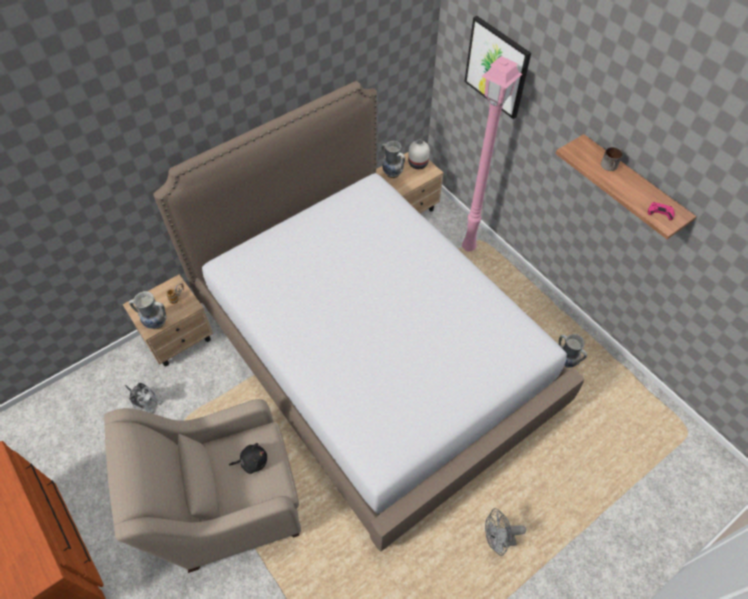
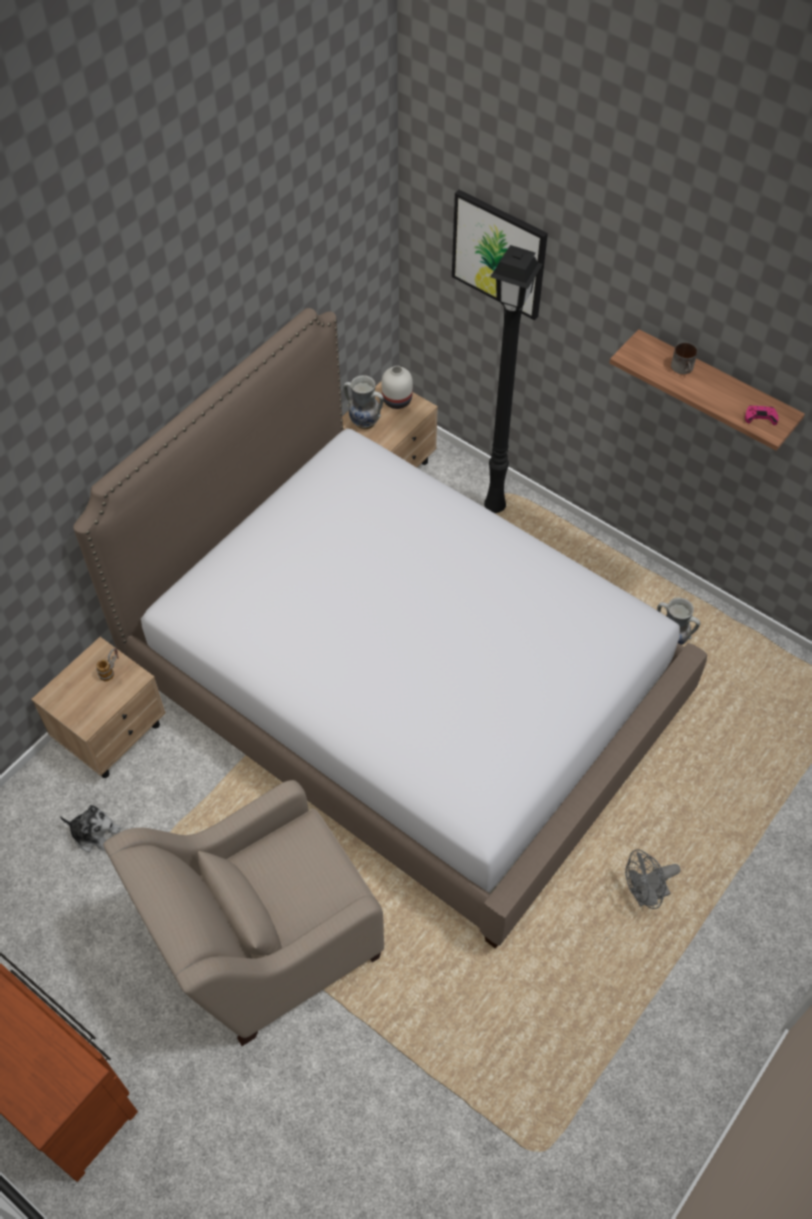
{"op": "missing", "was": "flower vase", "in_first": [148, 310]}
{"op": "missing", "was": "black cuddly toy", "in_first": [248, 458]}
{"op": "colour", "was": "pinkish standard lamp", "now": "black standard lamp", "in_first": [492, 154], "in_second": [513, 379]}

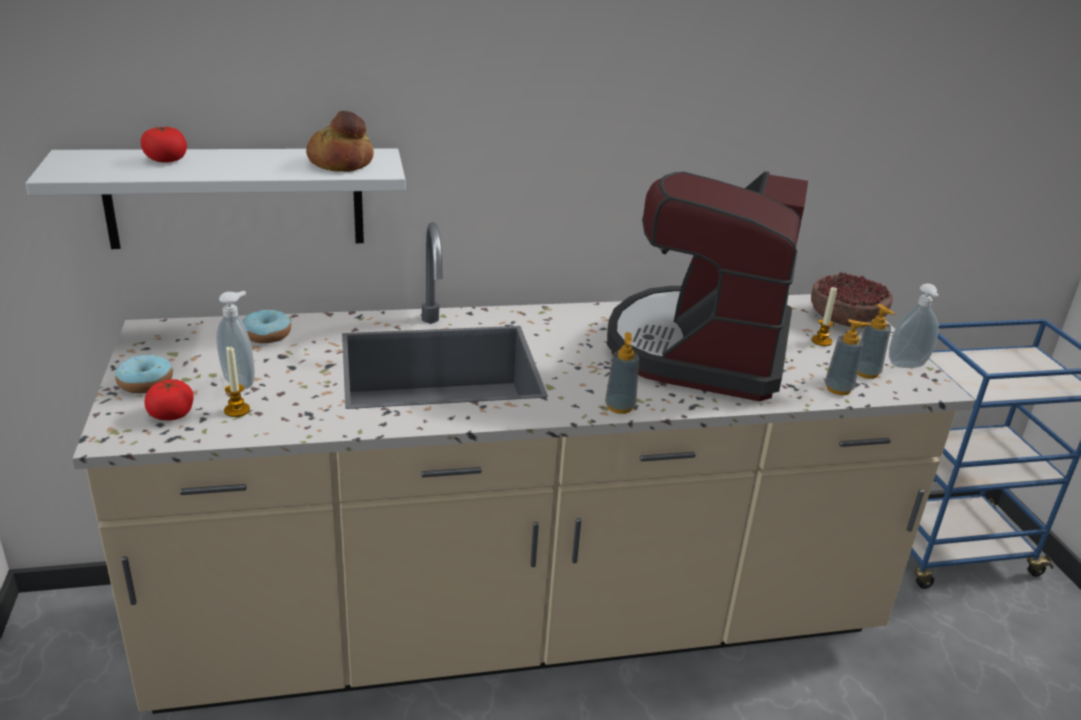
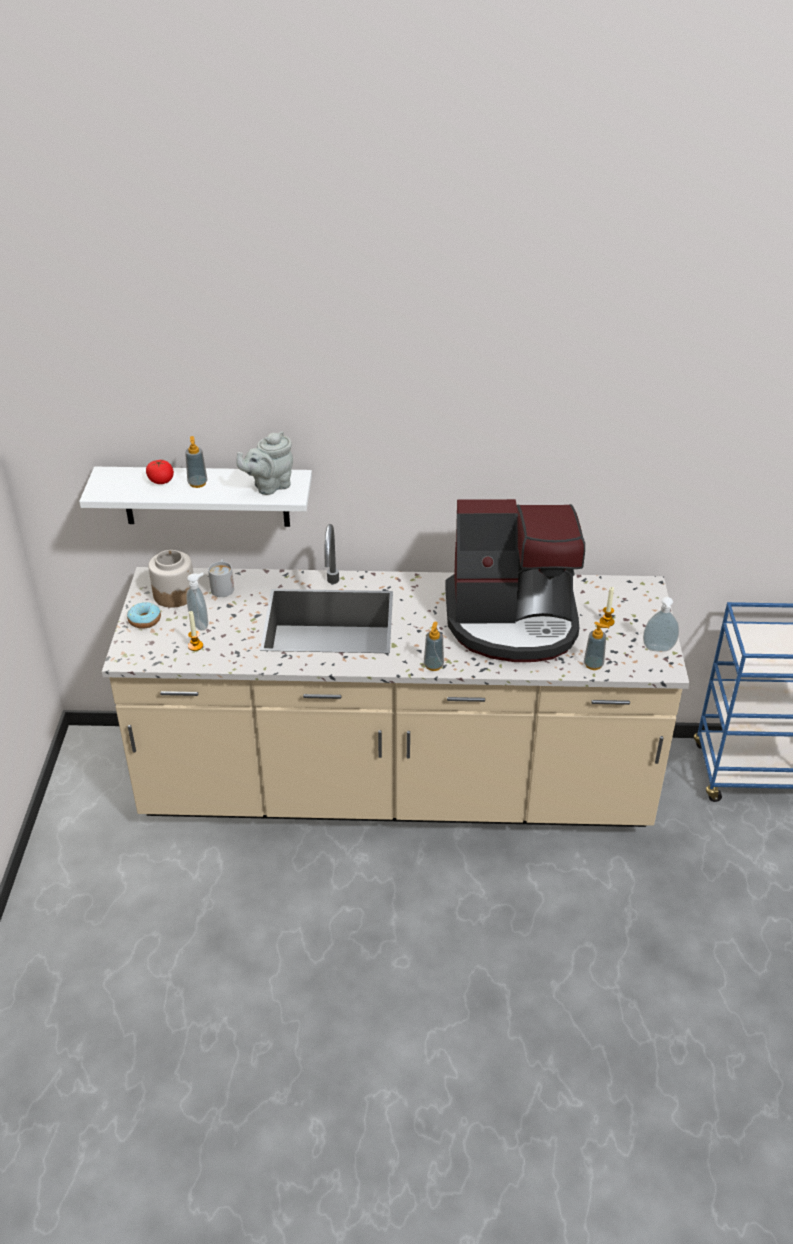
{"op": "missing", "was": "whole tomato", "in_first": [169, 399]}
{"op": "missing", "was": "deep dish", "in_first": [852, 299]}
{"op": "appeared", "now": "storage jar", "in_second": [170, 579]}
{"op": "relocated", "was": "soap dispenser", "in_first": [876, 341], "in_second": [196, 462]}
{"op": "exchanged", "was": "doughnut", "now": "white-coloured tea mug", "in_first": [266, 326], "in_second": [221, 578]}
{"op": "exchanged", "was": "bread", "now": "grey tea pot", "in_first": [340, 141], "in_second": [264, 463]}
{"op": "spun", "was": "coffee machine", "in_first": [707, 286], "in_second": [515, 580], "clockwise": -120}

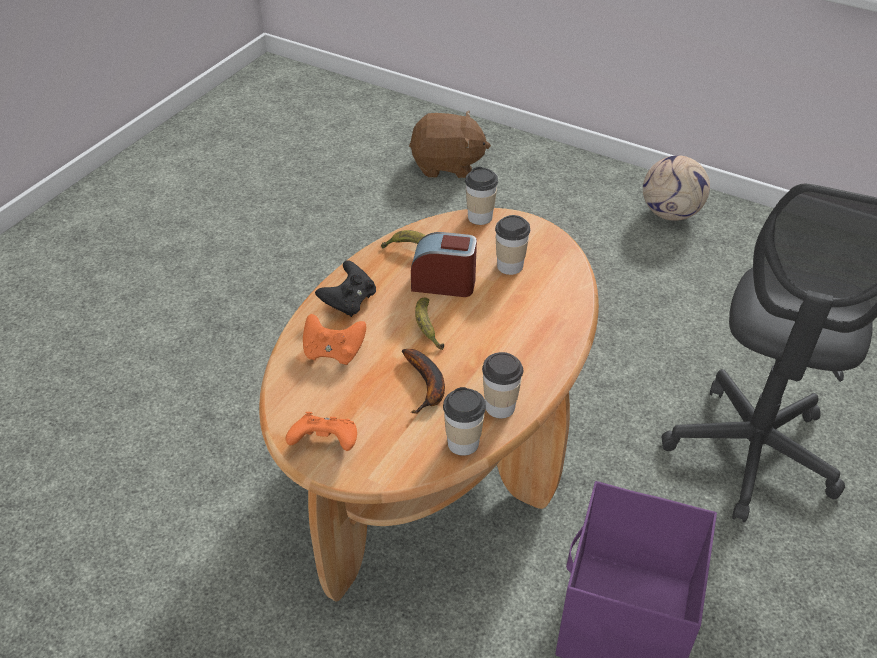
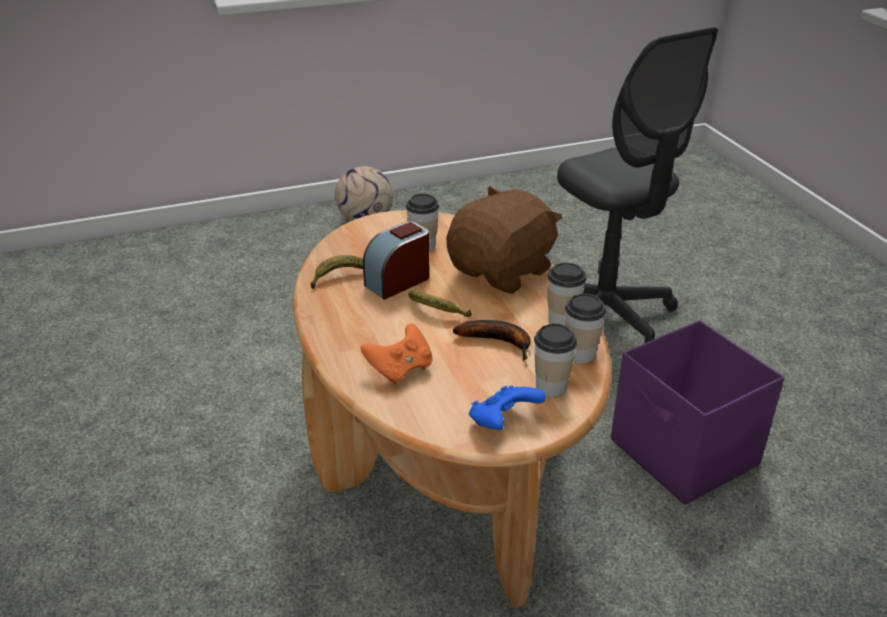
{"op": "missing", "was": "black game controller", "in_first": [345, 288]}
{"op": "relocated", "was": "brown cuddly toy", "in_first": [450, 144], "in_second": [504, 240]}
{"op": "relocated", "was": "drinking cup", "in_first": [481, 196], "in_second": [555, 360]}
{"op": "colour", "was": "orangey game controller", "now": "blue game controller", "in_first": [321, 431], "in_second": [507, 407]}

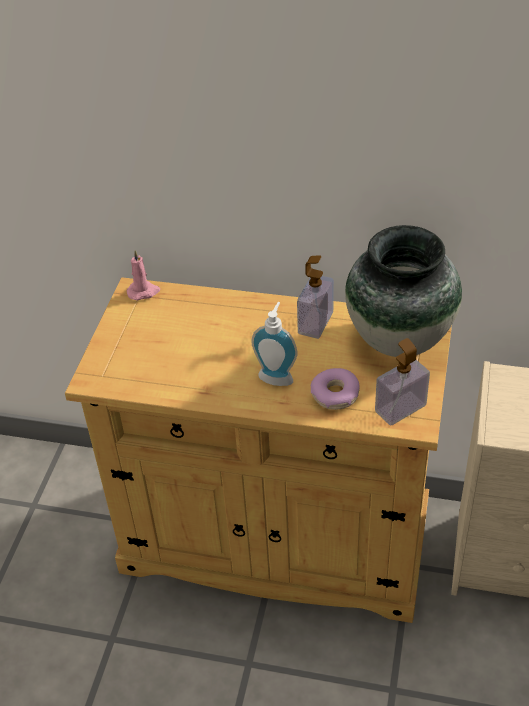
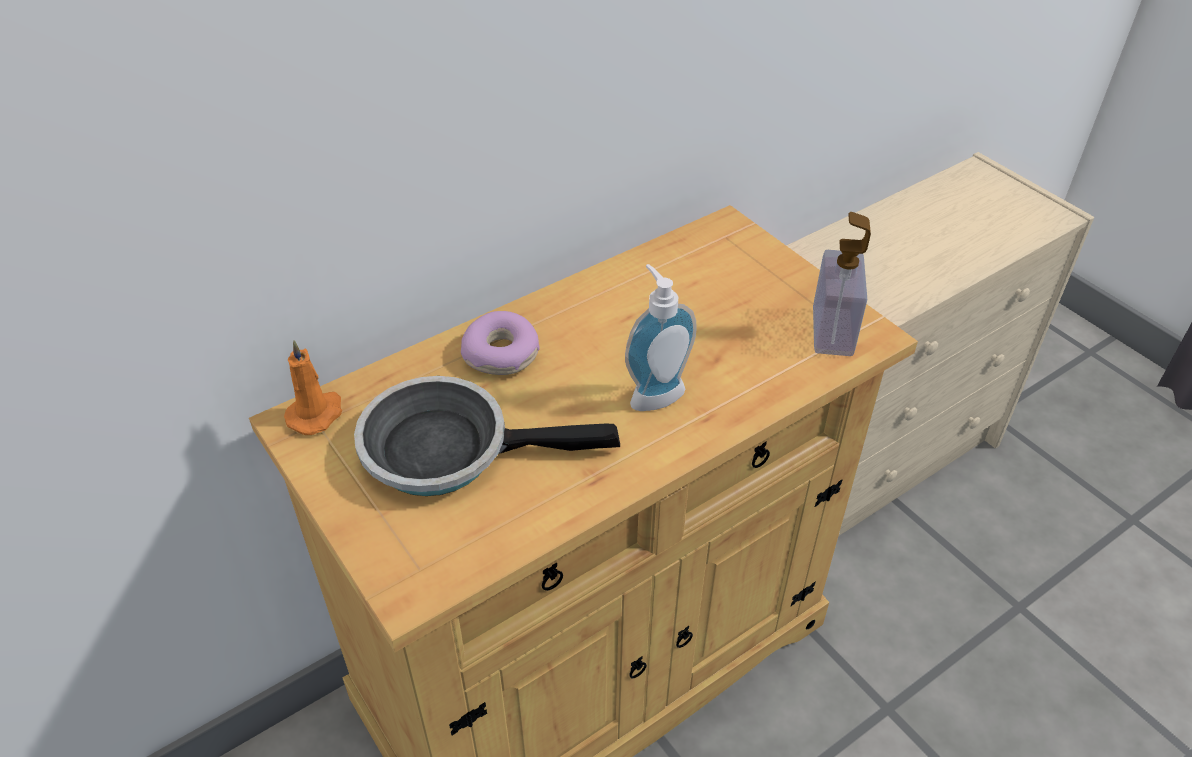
{"op": "missing", "was": "soap dispenser", "in_first": [315, 297]}
{"op": "missing", "was": "flower vase", "in_first": [403, 291]}
{"op": "appeared", "now": "frying pan", "in_second": [487, 436]}
{"op": "relocated", "was": "doughnut", "in_first": [335, 389], "in_second": [500, 343]}
{"op": "colour", "was": "pinkish wax light", "now": "orangey wax light", "in_first": [143, 275], "in_second": [313, 387]}

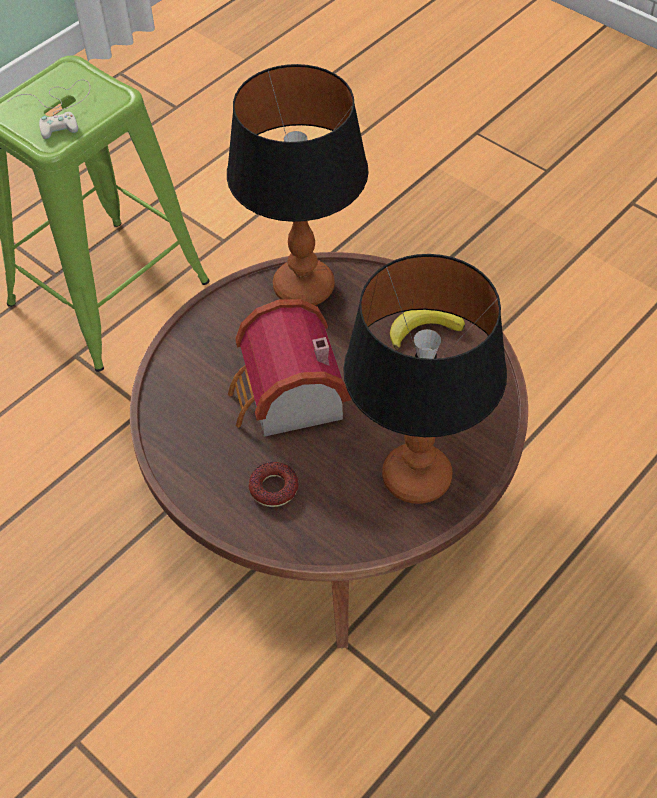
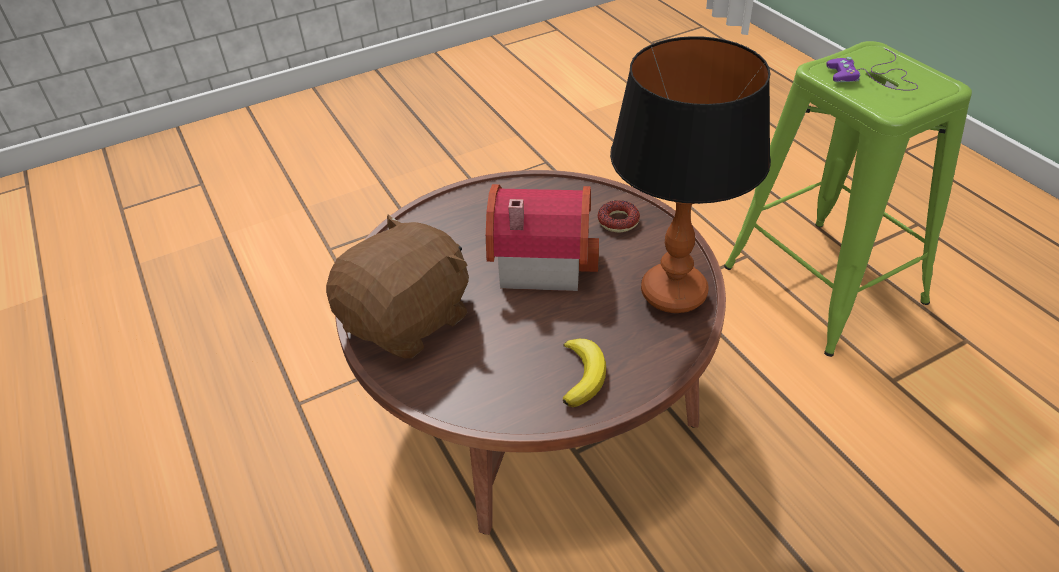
{"op": "relocated", "was": "doughnut", "in_first": [274, 484], "in_second": [619, 216]}
{"op": "exchanged", "was": "tabletop lamp", "now": "brown cuddly toy", "in_first": [425, 379], "in_second": [397, 286]}
{"op": "colour", "was": "white-coloured game controller", "now": "purple game controller", "in_first": [49, 109], "in_second": [872, 69]}

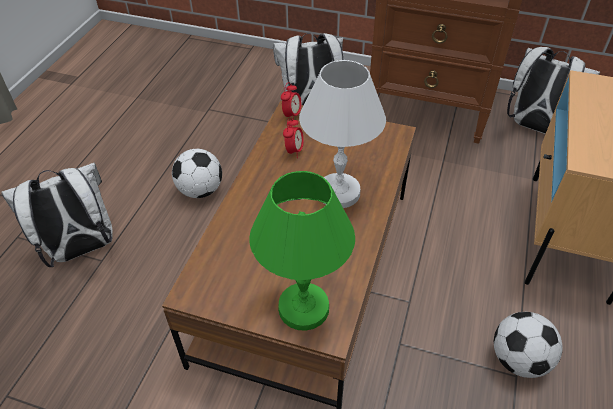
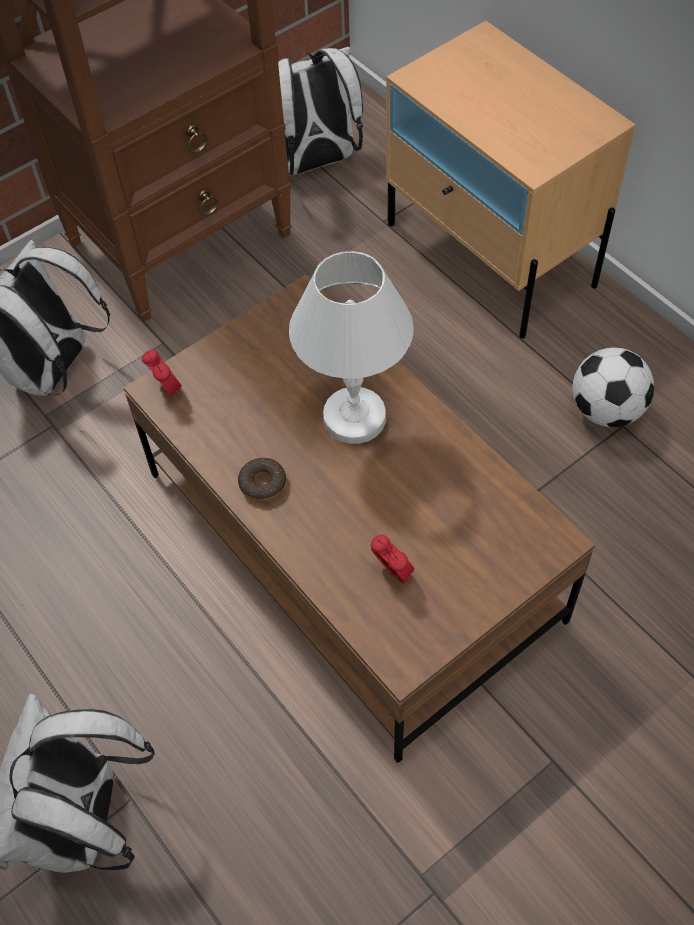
{"op": "missing", "was": "football", "in_first": [197, 173]}
{"op": "missing", "was": "greenish tabletop lamp", "in_first": [302, 251]}
{"op": "appeared", "now": "doughnut", "in_second": [262, 480]}
{"op": "relocated", "was": "bedside clock", "in_first": [293, 137], "in_second": [392, 559]}

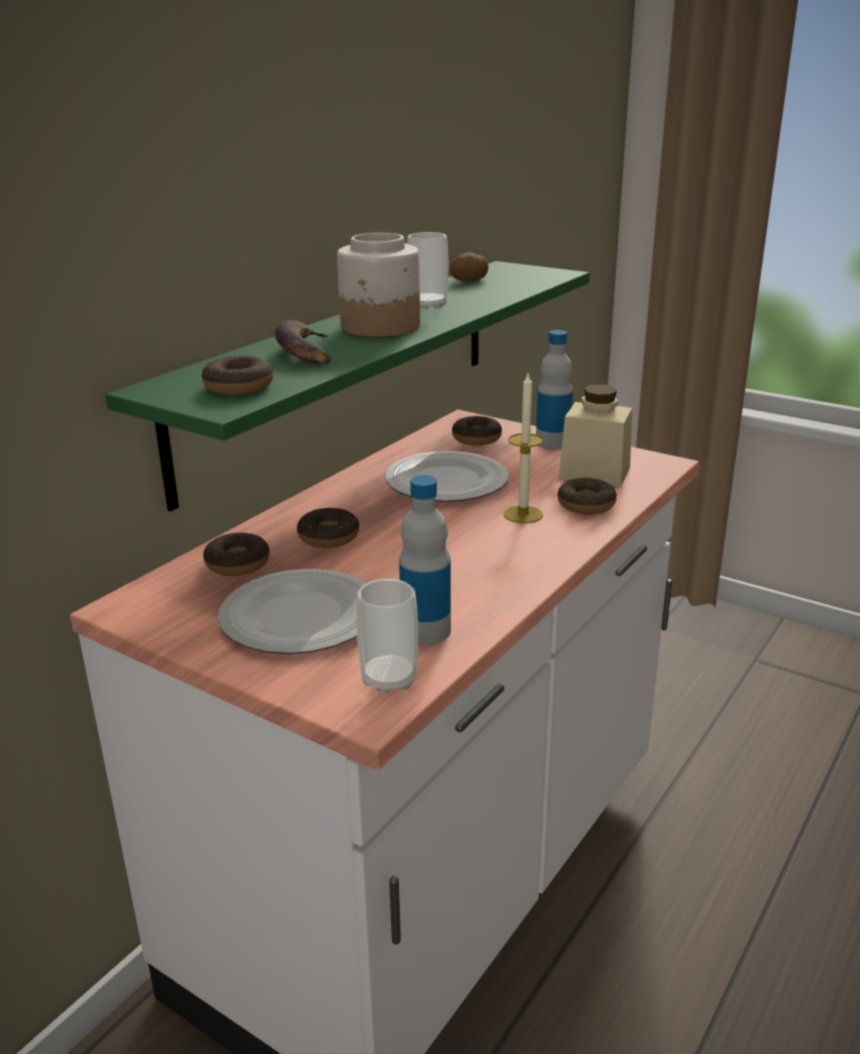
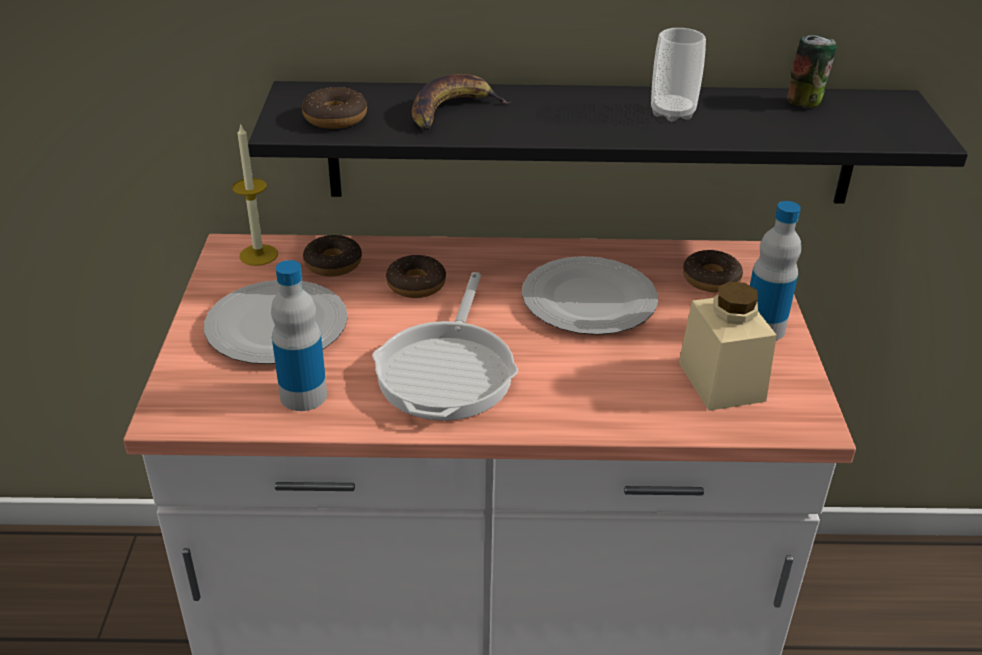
{"op": "missing", "was": "storage jar", "in_first": [378, 285]}
{"op": "missing", "was": "drinking cup", "in_first": [387, 636]}
{"op": "missing", "was": "doughnut", "in_first": [587, 496]}
{"op": "appeared", "now": "frying pan", "in_second": [445, 346]}
{"op": "relocated", "was": "wax light", "in_first": [523, 448], "in_second": [255, 194]}
{"op": "exchanged", "was": "whole potato", "now": "sealed can", "in_first": [469, 266], "in_second": [812, 71]}
{"op": "colour", "was": "greenish bracket shelf", "now": "black bracket shelf", "in_first": [347, 386], "in_second": [608, 142]}

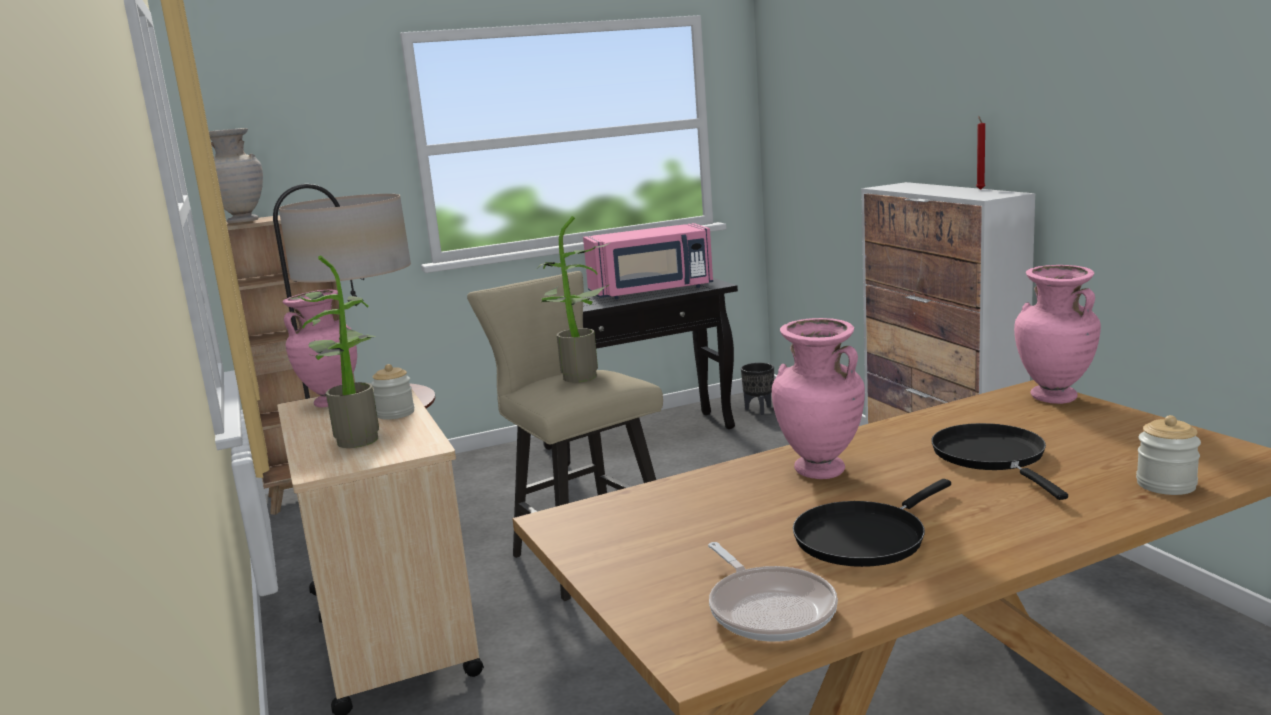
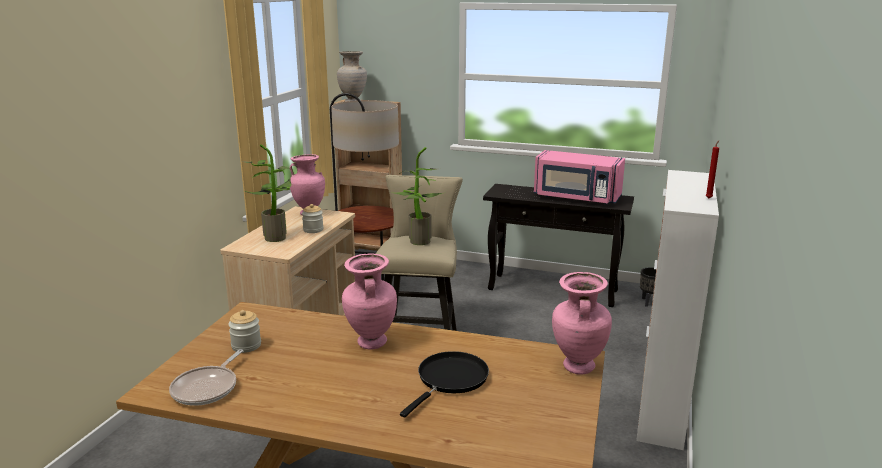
{"op": "missing", "was": "black frying pan", "in_first": [872, 523]}
{"op": "relocated", "was": "storage jar", "in_first": [1168, 455], "in_second": [244, 331]}

